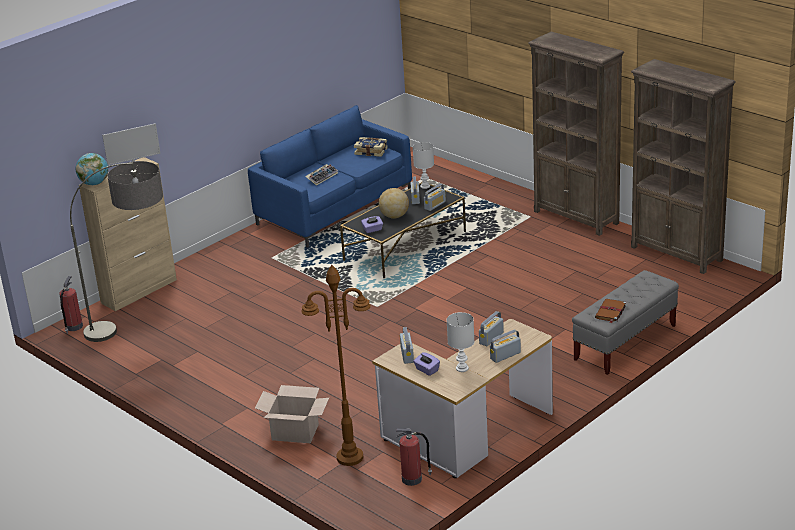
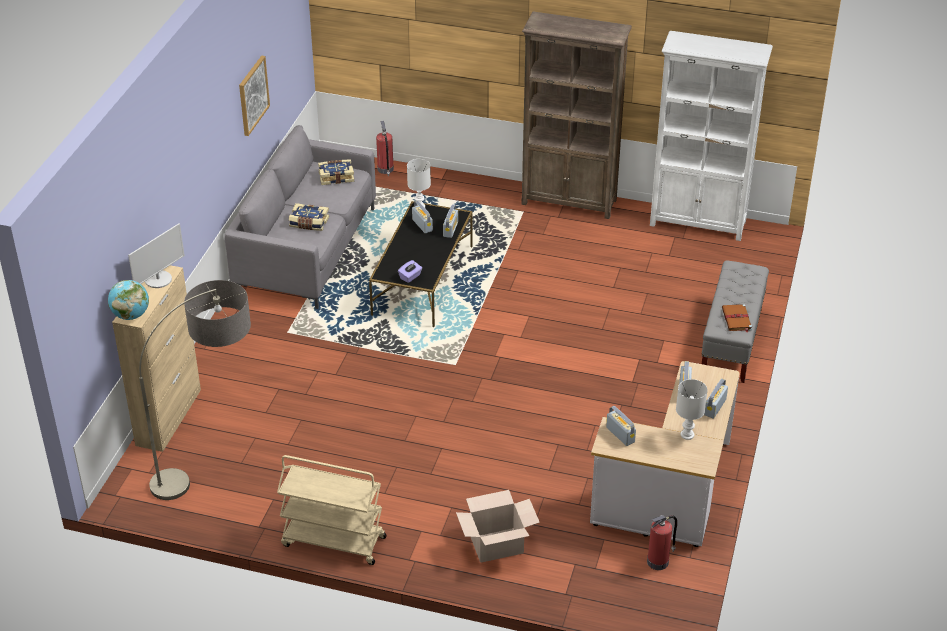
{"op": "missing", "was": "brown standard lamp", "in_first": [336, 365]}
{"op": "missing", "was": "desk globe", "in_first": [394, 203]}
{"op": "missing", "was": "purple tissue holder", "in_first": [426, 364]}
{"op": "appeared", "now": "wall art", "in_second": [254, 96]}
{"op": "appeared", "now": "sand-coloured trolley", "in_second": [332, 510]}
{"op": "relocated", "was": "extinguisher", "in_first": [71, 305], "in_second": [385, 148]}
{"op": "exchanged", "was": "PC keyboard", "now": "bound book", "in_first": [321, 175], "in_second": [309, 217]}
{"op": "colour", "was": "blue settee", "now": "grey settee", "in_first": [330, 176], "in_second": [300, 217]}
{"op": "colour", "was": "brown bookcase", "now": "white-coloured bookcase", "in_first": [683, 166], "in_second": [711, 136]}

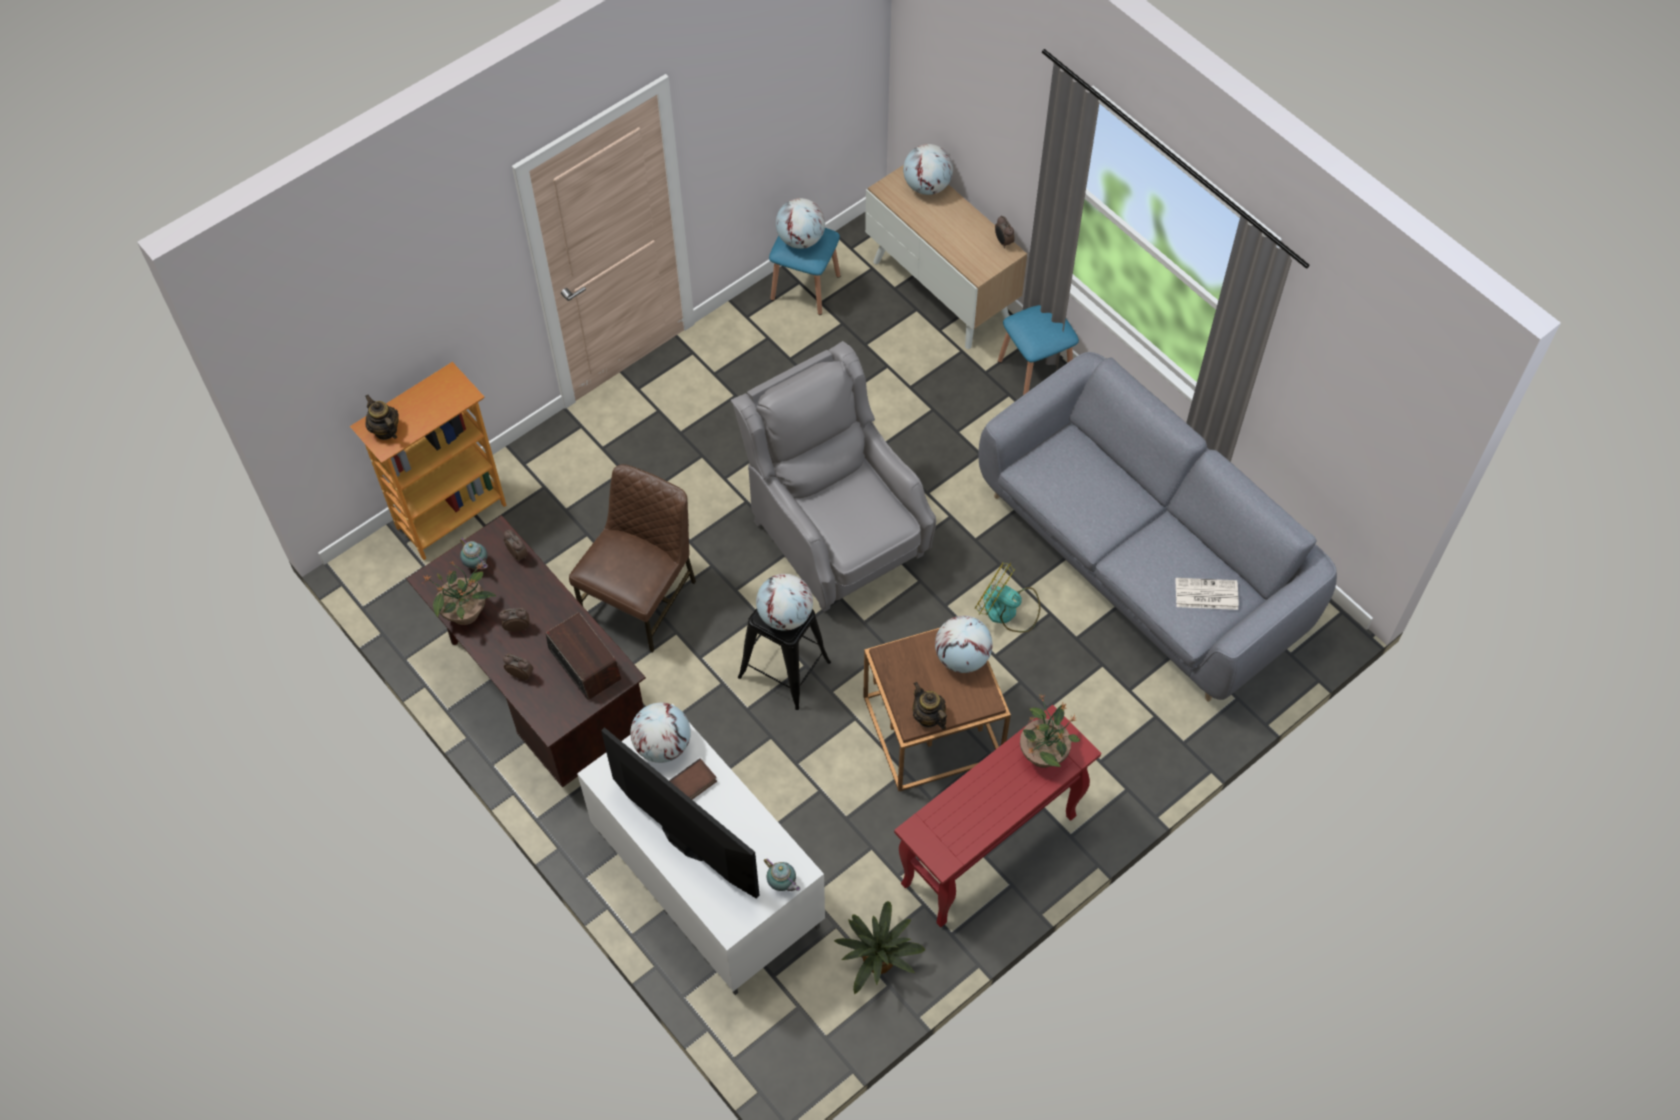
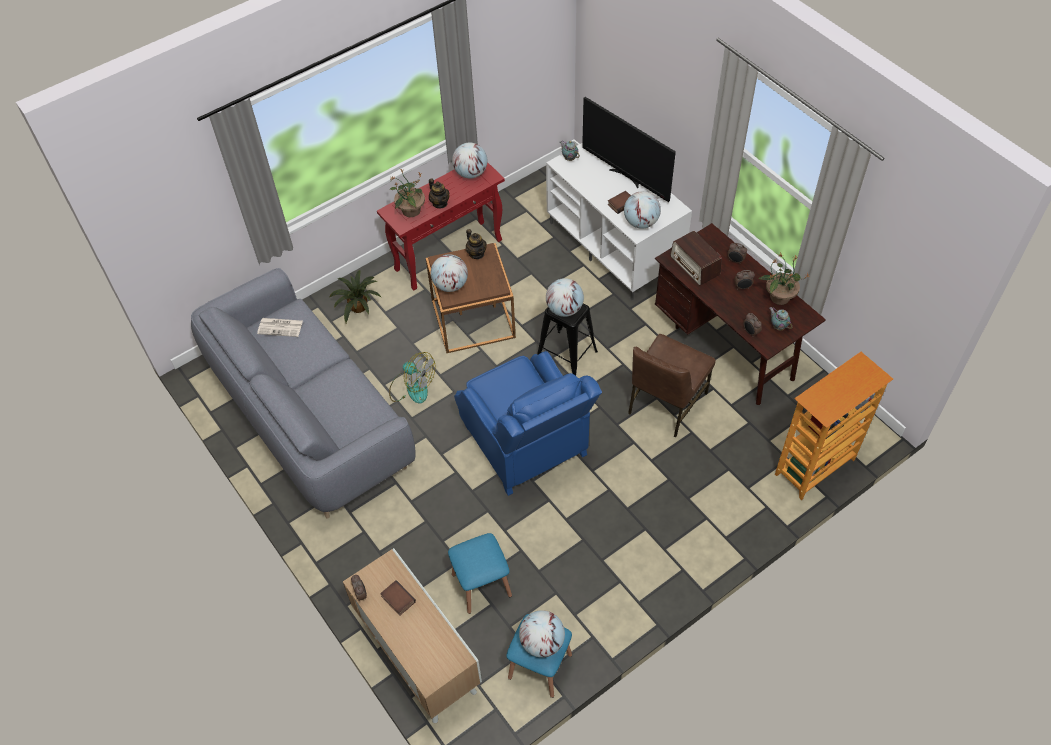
{"op": "appeared", "now": "bound book", "in_second": [398, 598]}
{"op": "relocated", "was": "tea pot", "in_first": [382, 417], "in_second": [439, 193]}
{"op": "relocated", "was": "houseplant", "in_first": [880, 947], "in_second": [355, 296]}
{"op": "relocated", "was": "desk globe", "in_first": [928, 169], "in_second": [469, 160]}
{"op": "relocated", "was": "blue stool seat", "in_first": [1038, 350], "in_second": [480, 573]}
{"op": "colour", "was": "grey armchair", "now": "blue armchair", "in_first": [833, 476], "in_second": [528, 423]}

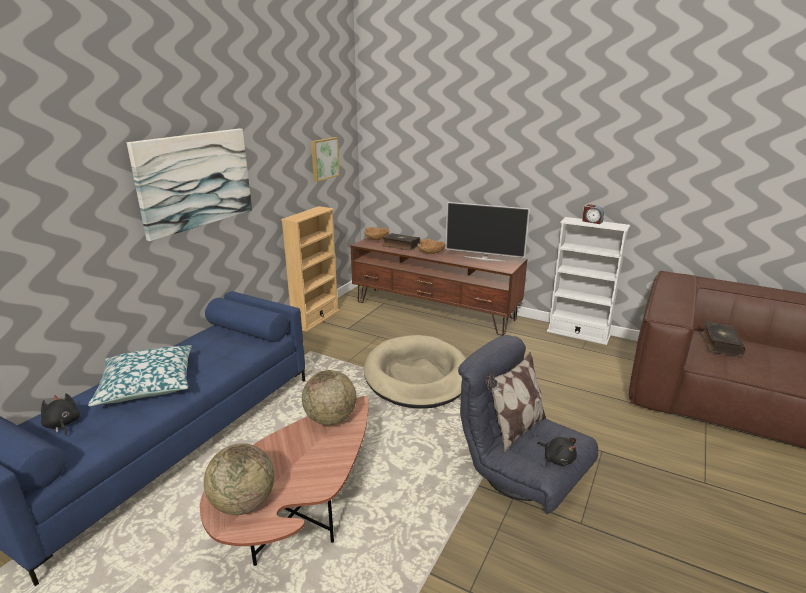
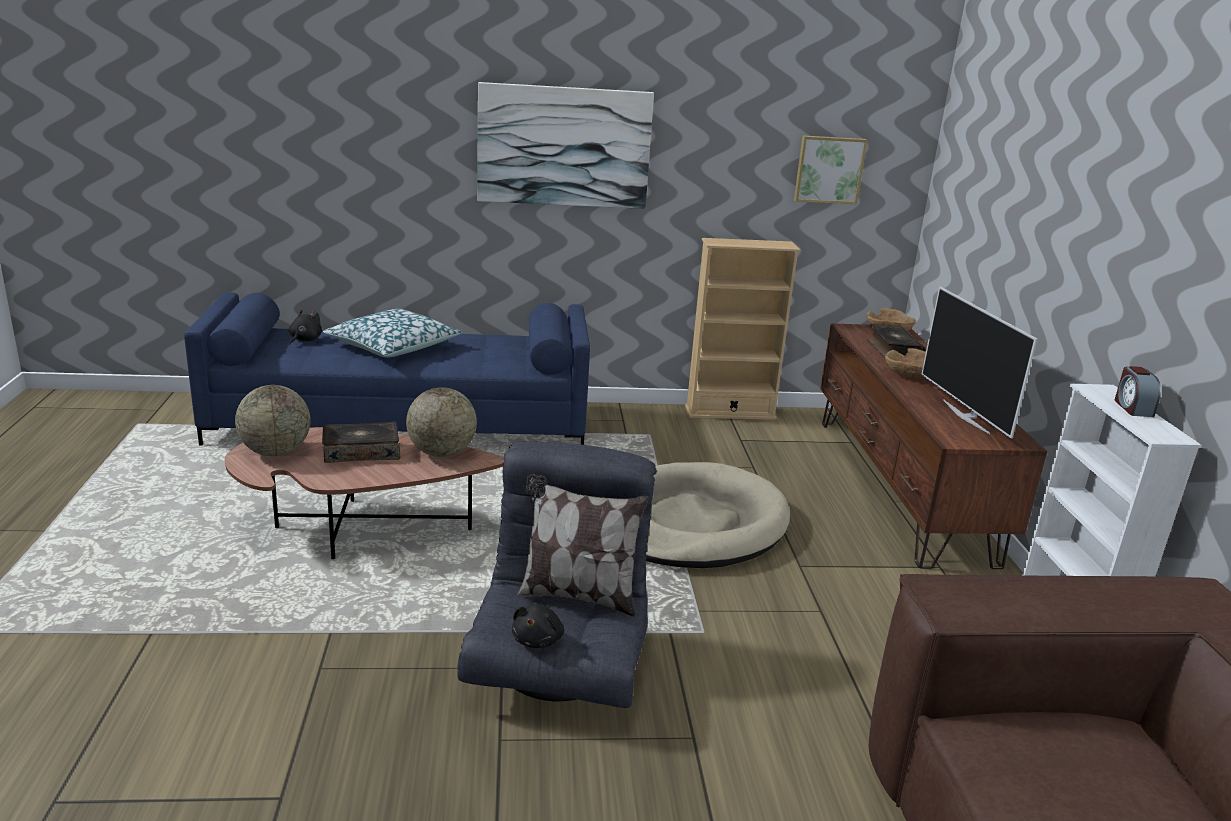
{"op": "relocated", "was": "bound book", "in_first": [722, 339], "in_second": [361, 442]}

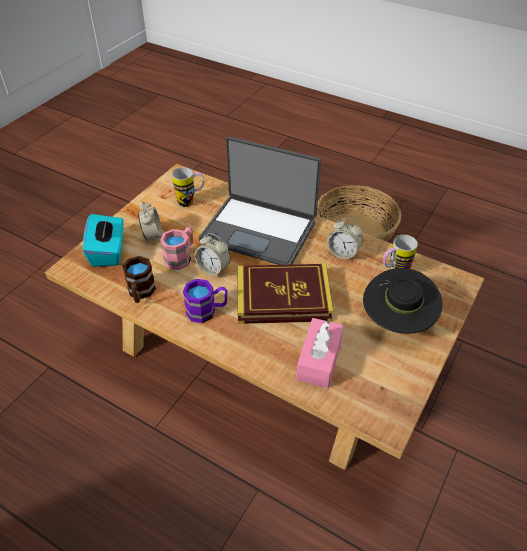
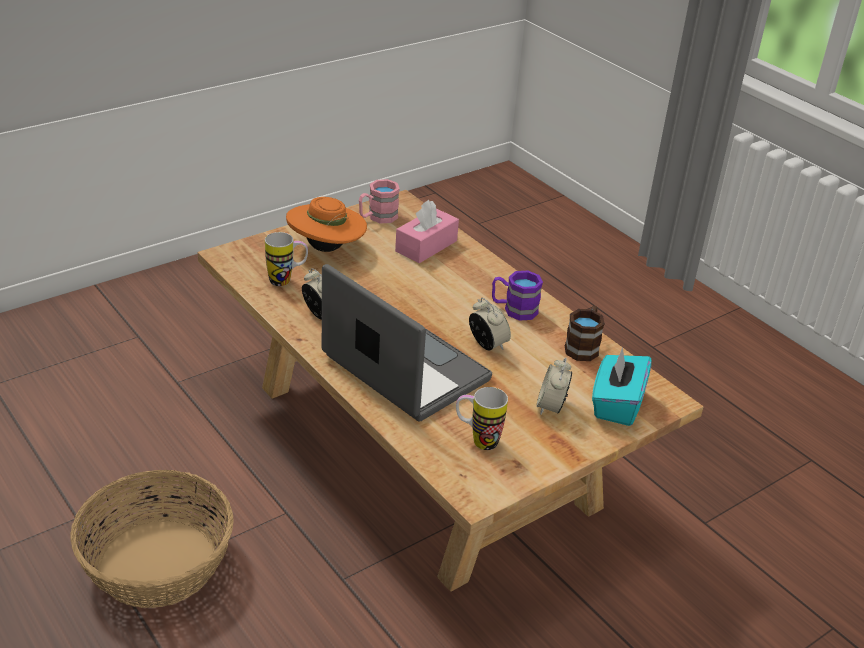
{"op": "missing", "was": "bound book", "in_first": [285, 294]}
{"op": "relocated", "was": "pinkish tea mug", "in_first": [176, 248], "in_second": [379, 201]}
{"op": "colour", "was": "black hat", "now": "orangey hat", "in_first": [402, 301], "in_second": [326, 224]}

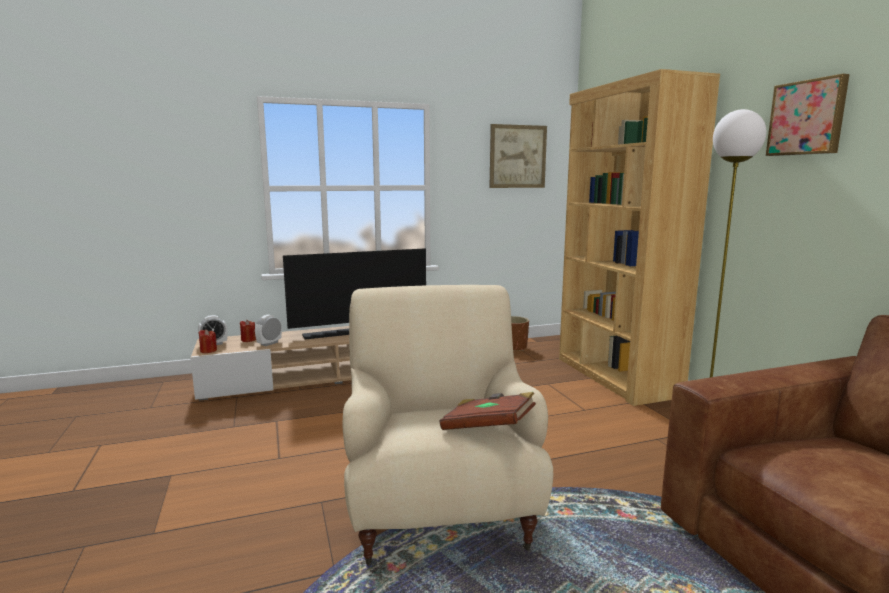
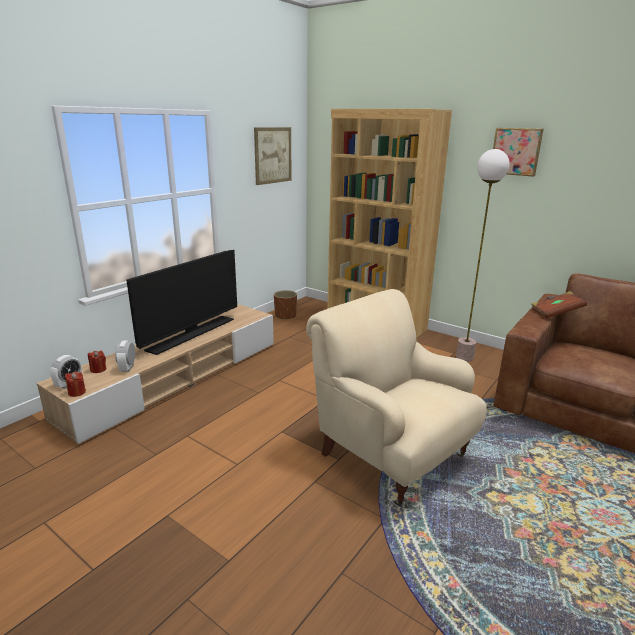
{"op": "relocated", "was": "brown bound book", "in_first": [488, 411], "in_second": [559, 304]}

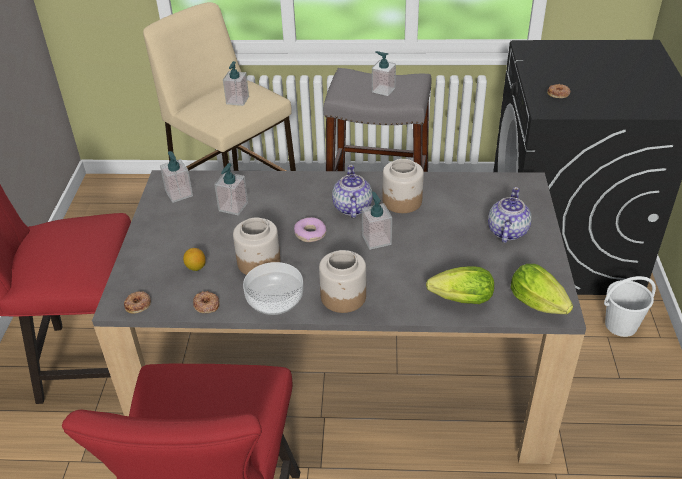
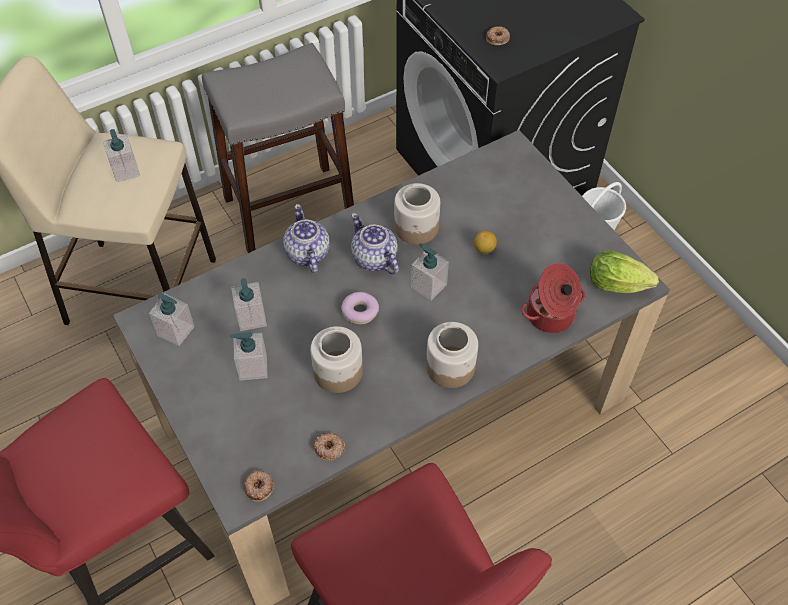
{"op": "missing", "was": "deep dish", "in_first": [273, 288]}
{"op": "relocated", "was": "citrus fruit", "in_first": [194, 259], "in_second": [485, 242]}
{"op": "relocated", "was": "soap dispenser", "in_first": [384, 73], "in_second": [249, 356]}
{"op": "relocated", "was": "tea pot", "in_first": [510, 215], "in_second": [306, 238]}
{"op": "exchanged", "was": "lettuce", "now": "stockpot", "in_first": [460, 285], "in_second": [554, 298]}

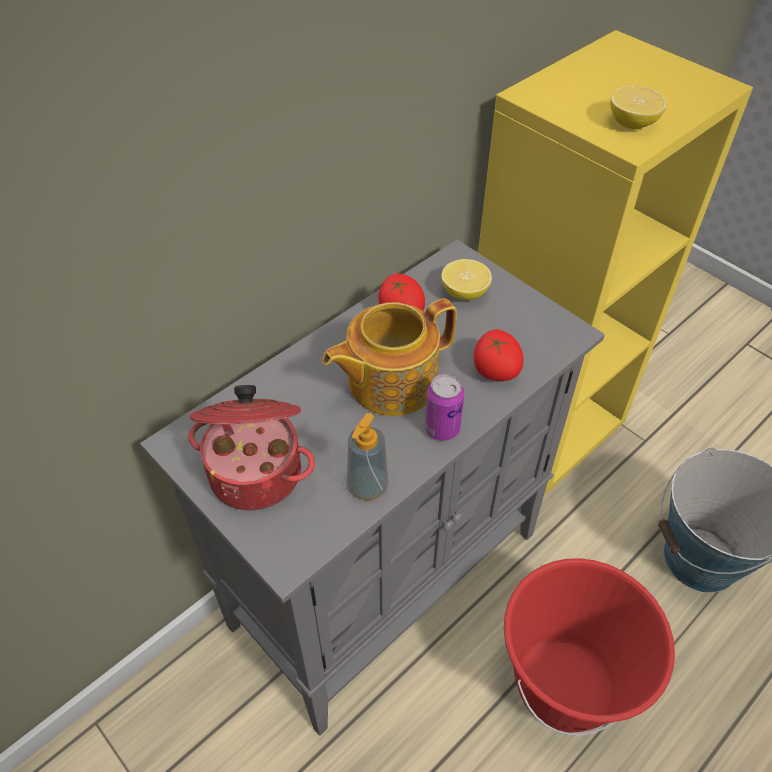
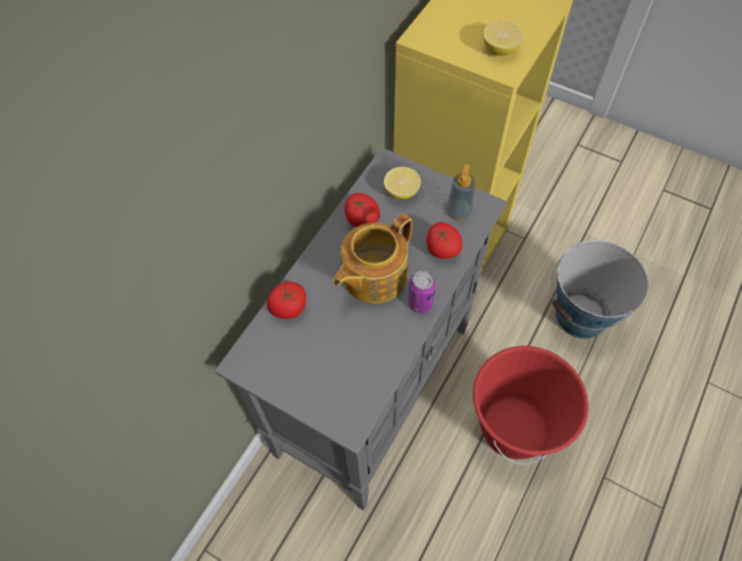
{"op": "missing", "was": "stockpot", "in_first": [251, 448]}
{"op": "appeared", "now": "whole tomato", "in_second": [286, 300]}
{"op": "relocated", "was": "soap dispenser", "in_first": [368, 457], "in_second": [461, 192]}

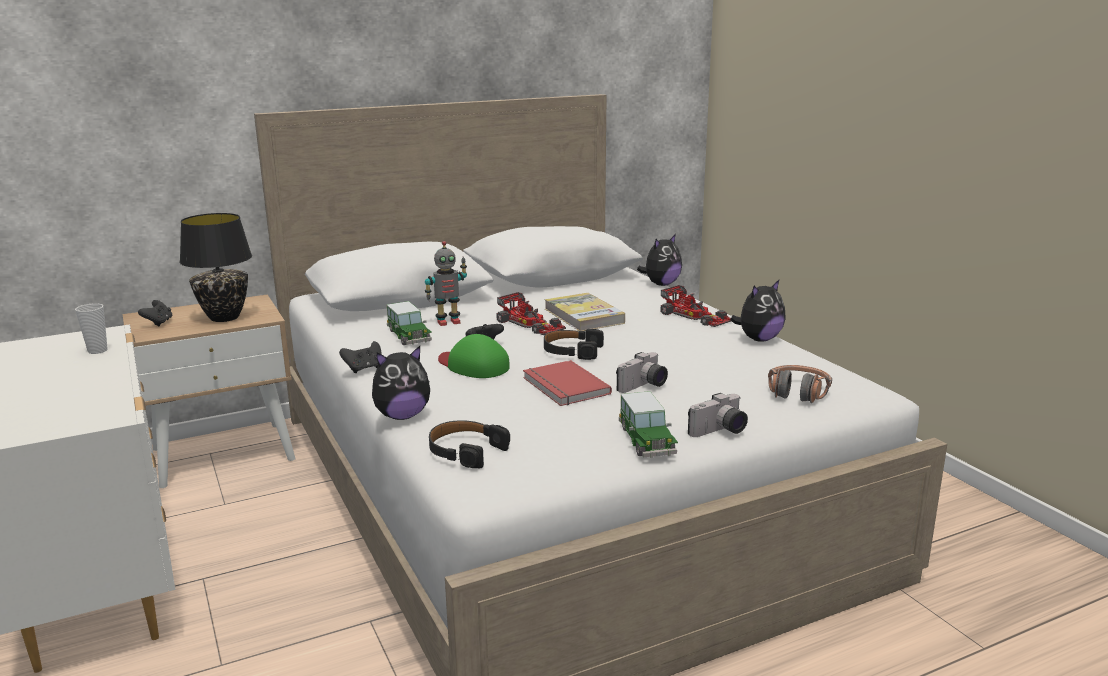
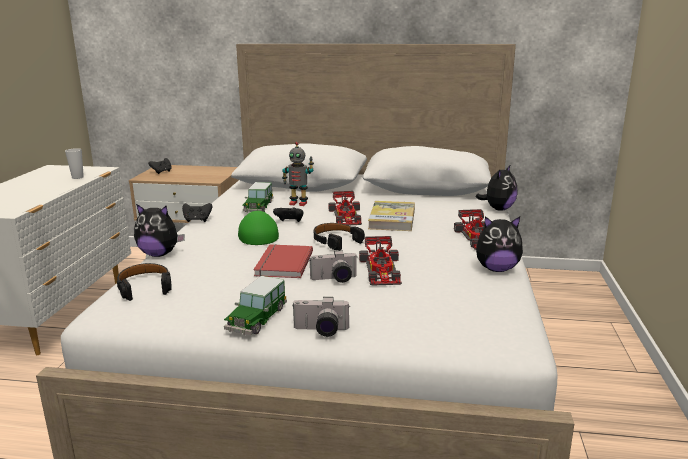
{"op": "missing", "was": "black tabletop lamp", "in_first": [216, 267]}
{"op": "missing", "was": "headset", "in_first": [800, 384]}
{"op": "appeared", "now": "miniature car", "in_second": [380, 261]}
{"op": "spun", "was": "cuddly toy", "in_first": [659, 260], "in_second": [497, 187], "clockwise": -45}

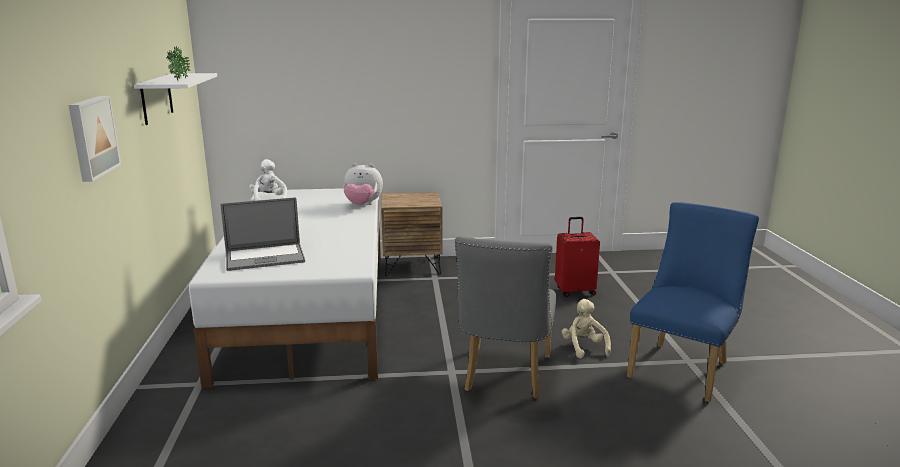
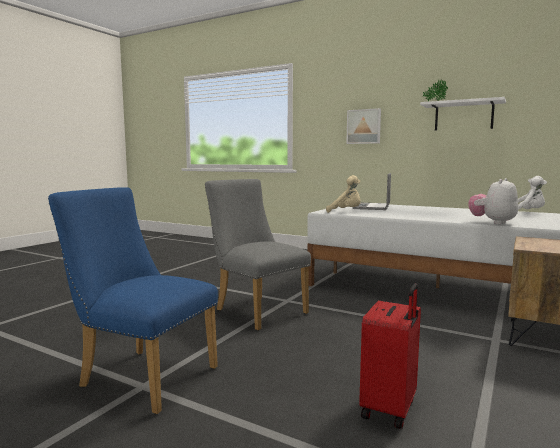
{"op": "relocated", "was": "sand-coloured cuddly toy", "in_first": [586, 329], "in_second": [343, 194]}
{"op": "spun", "was": "blue plain chair", "in_first": [693, 302], "in_second": [133, 300], "clockwise": 135}

